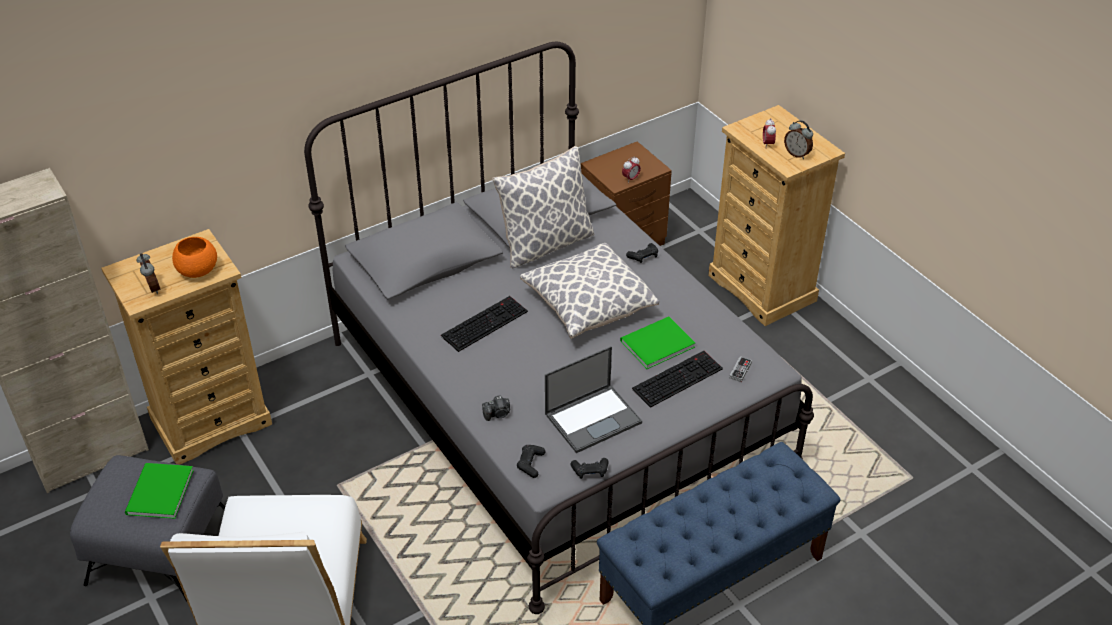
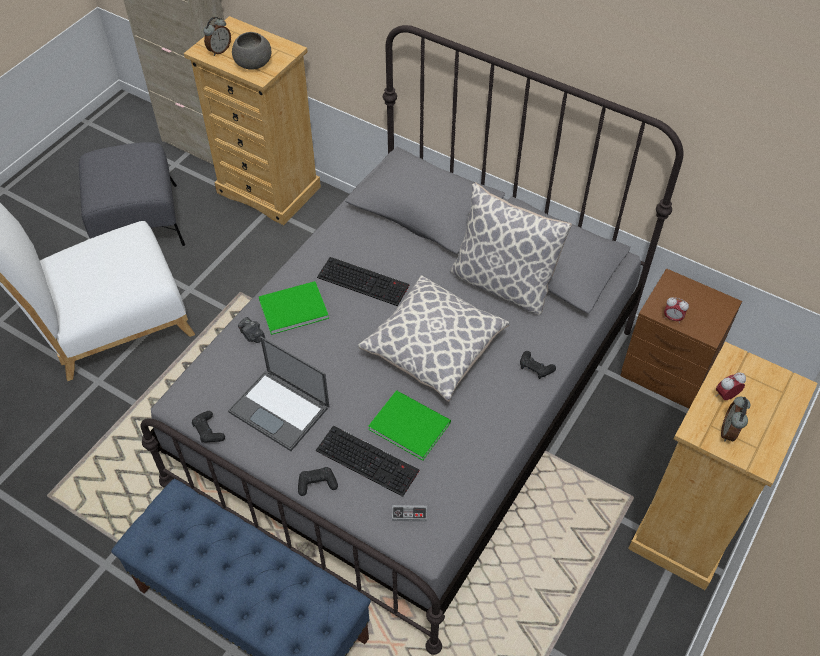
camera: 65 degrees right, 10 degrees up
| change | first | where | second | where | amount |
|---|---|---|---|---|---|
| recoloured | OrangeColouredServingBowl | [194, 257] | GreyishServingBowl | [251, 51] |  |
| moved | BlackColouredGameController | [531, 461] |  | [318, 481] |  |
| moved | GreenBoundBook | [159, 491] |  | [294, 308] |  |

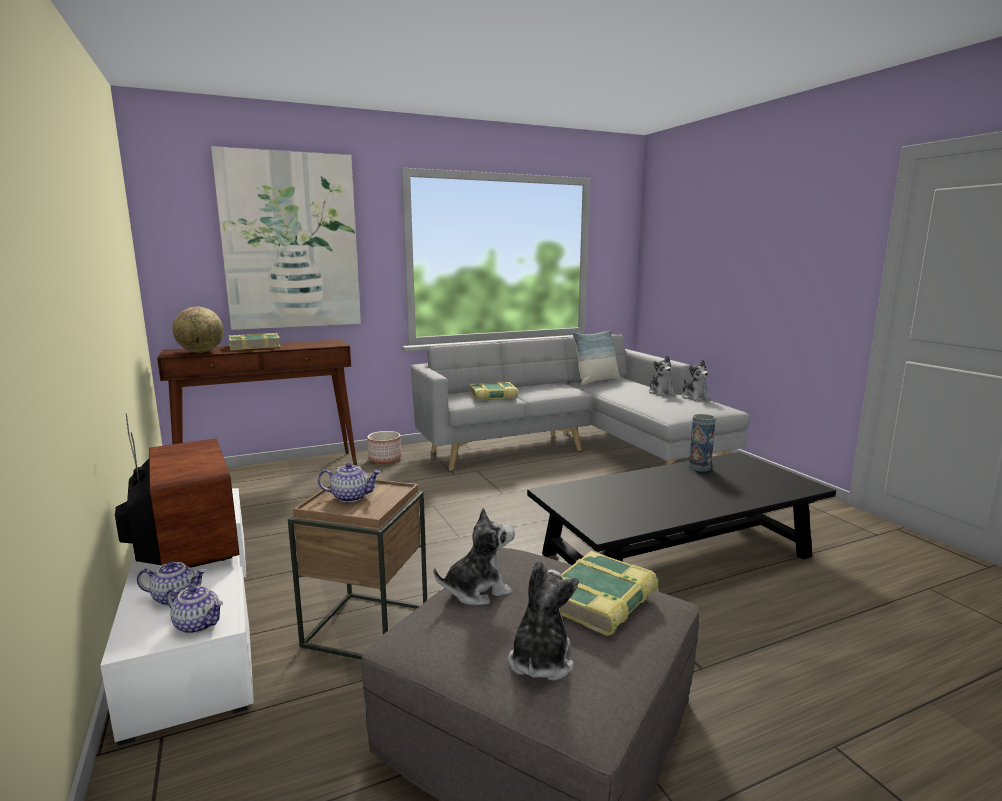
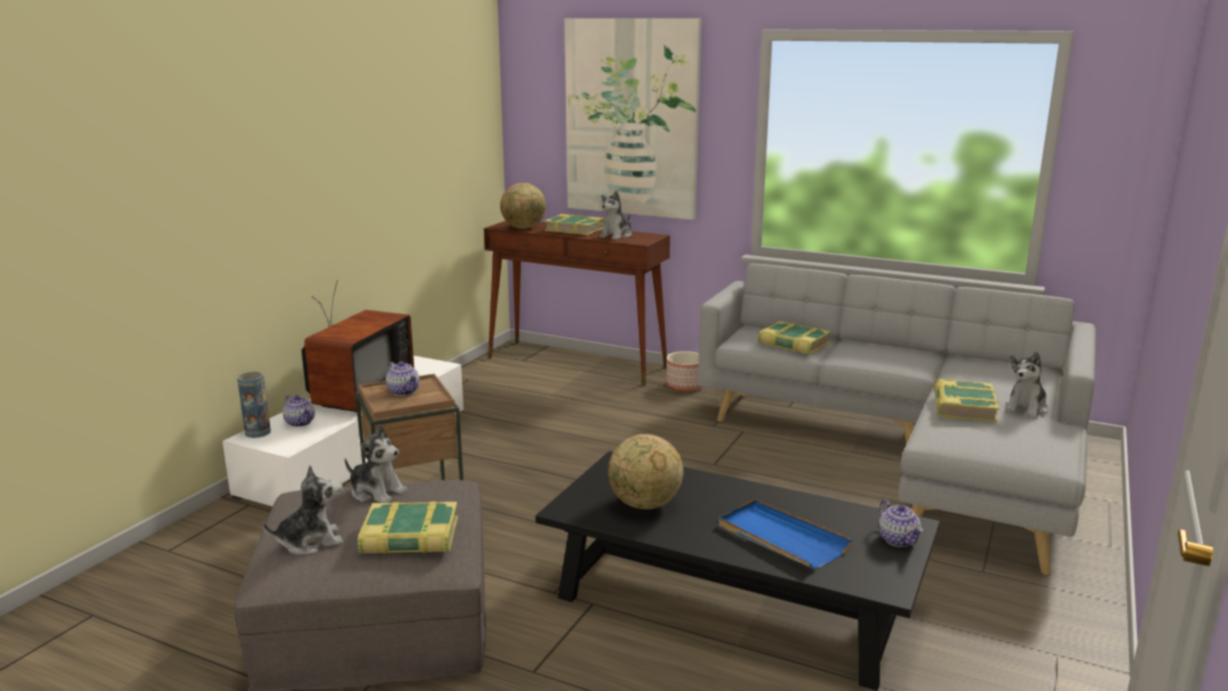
camera: 50 degrees right, 5 degrees up
| change | first | where | second | where | amount |
|---|---|---|---|---|---|
| removed | ThrowPillow | [596, 357] |  |  |  |
| moved | SoftToy | [696, 381] |  | [615, 215] |  |
| moved | FlowerVase | [702, 443] |  | [254, 404] |  |
| moved | TeaPot | [194, 610] |  | [901, 523] |  |
| added |  |  | BoundBook | [966, 400] |  |
| added |  |  | WorldGlobe | [645, 471] |  |
| added |  |  | BluishServingTray | [785, 533] |  |

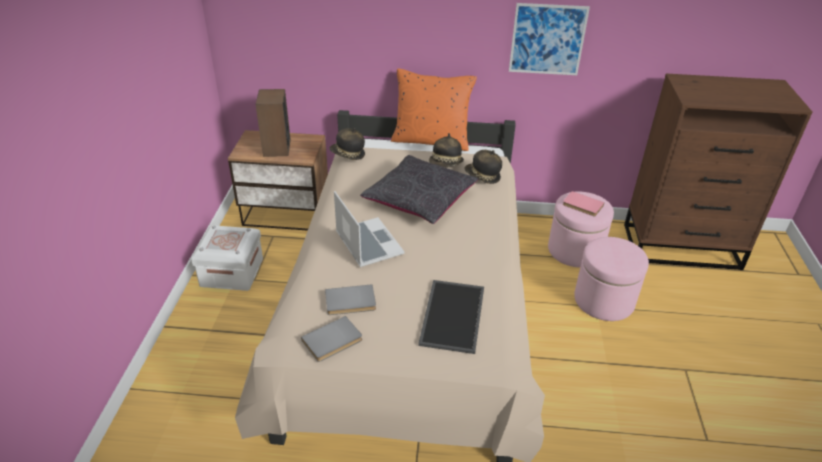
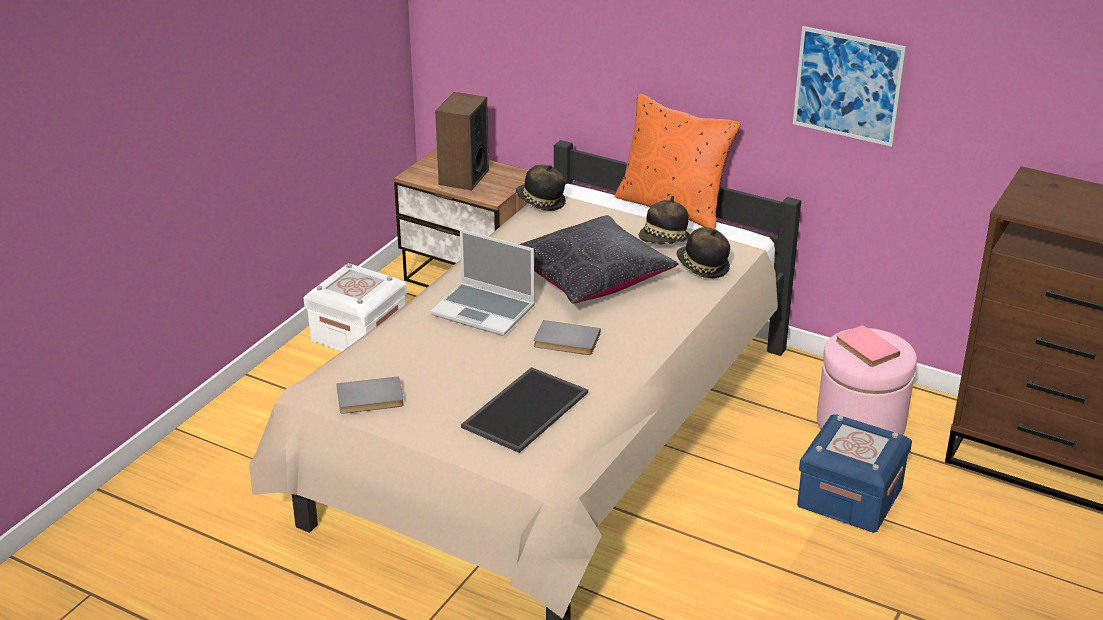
camera: 25 degrees right, 5 degrees down
| change | first | where | second | where | amount |
|---|---|---|---|---|---|
| turned | NotebookComputer | [369, 229] |  | [482, 282] | 120 degrees clockwise |
| replaced | PinkPouffe | [611, 279] | BluishStorageContainer | [854, 474] |  |
| moved | GreyishBoundBook | [350, 299] |  | [567, 337] |  |

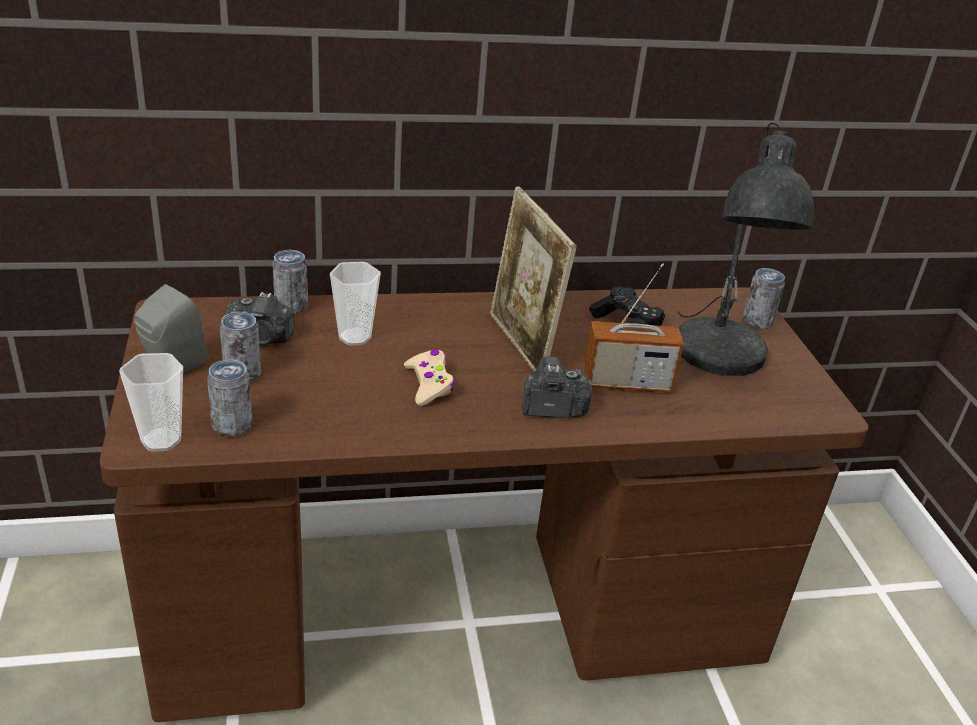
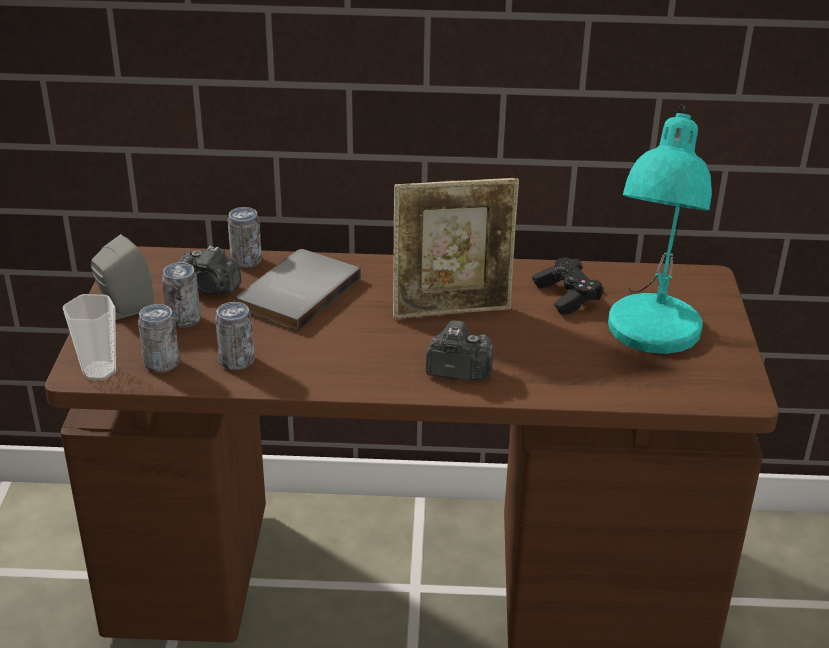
camera: 15 degrees right, 0 degrees up
| change | first | where | second | where | amount |
|---|---|---|---|---|---|
| recoloured | GreyishLampForATable | [746, 249] | TurquoiseColouredLampForATable | [660, 229] |  |
| turned | PhotoFrame | [533, 278] |  | [456, 248] | 90 degrees counterclockwise |
| replaced | SmallCup | [355, 304] | GreyishBoundBook | [298, 290] |  |
| removed | RadioSet | [634, 328] |  |  |  |
| moved | MetalCan | [763, 299] |  | [234, 336] |  |
| removed | BeigeColouredGameController | [429, 377] |  |  |  |

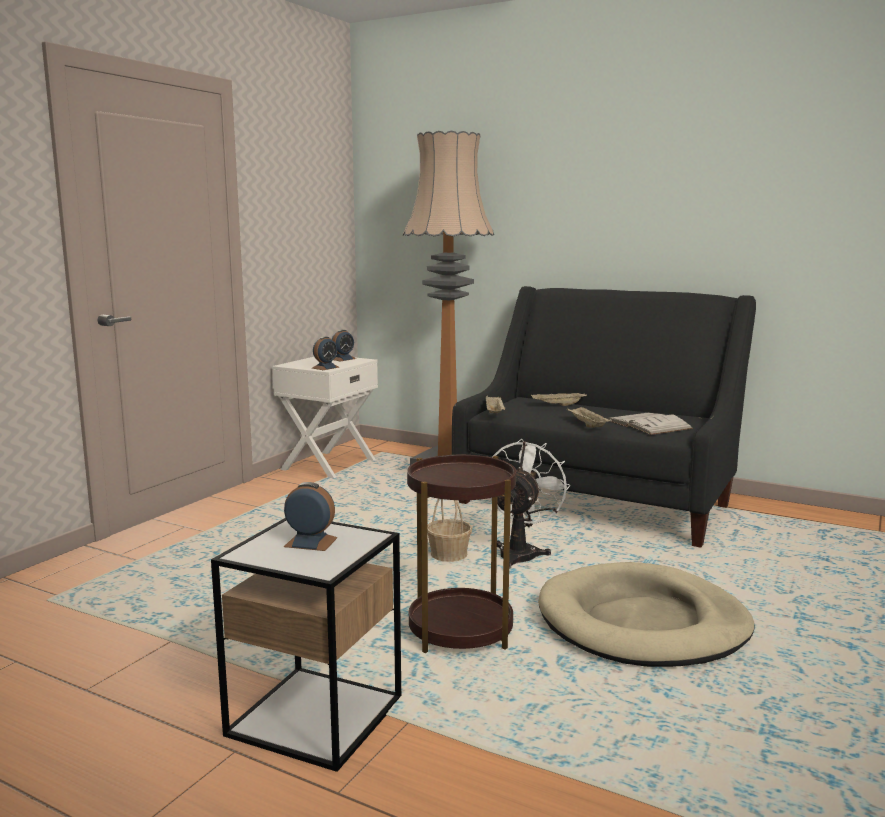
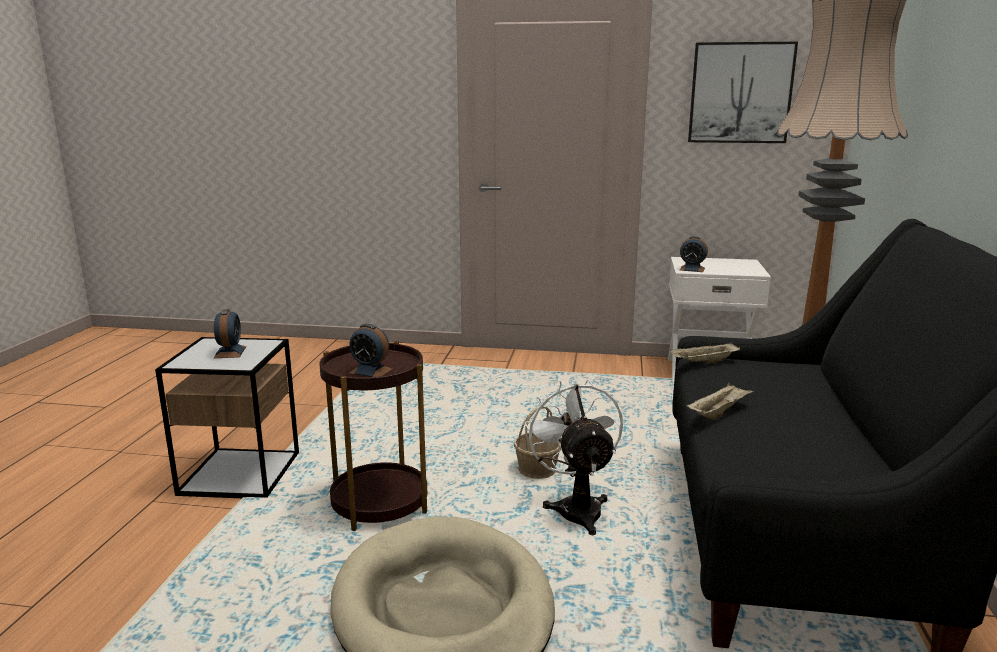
camera: 70 degrees right, 5 degrees up
| change | first | where | second | where | amount |
|---|---|---|---|---|---|
| moved | AlarmClock | [344, 345] |  | [371, 350] |  |
| removed | BeigeColouredServingTray | [559, 399] |  |  |  |
| removed | WhiteBoundBook | [650, 424] |  |  |  |
| turned | WhiteFan | [530, 504] |  | [574, 457] | 105 degrees counterclockwise |
| added |  |  | WallPicture | [743, 92] |  |

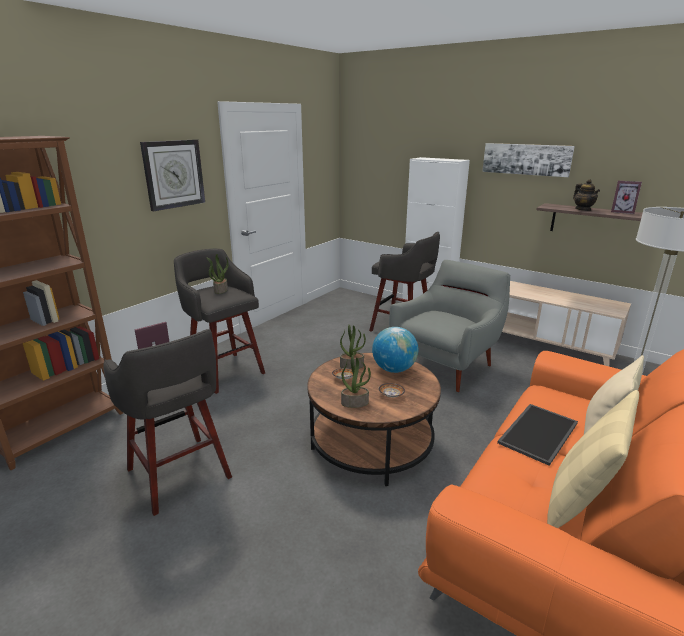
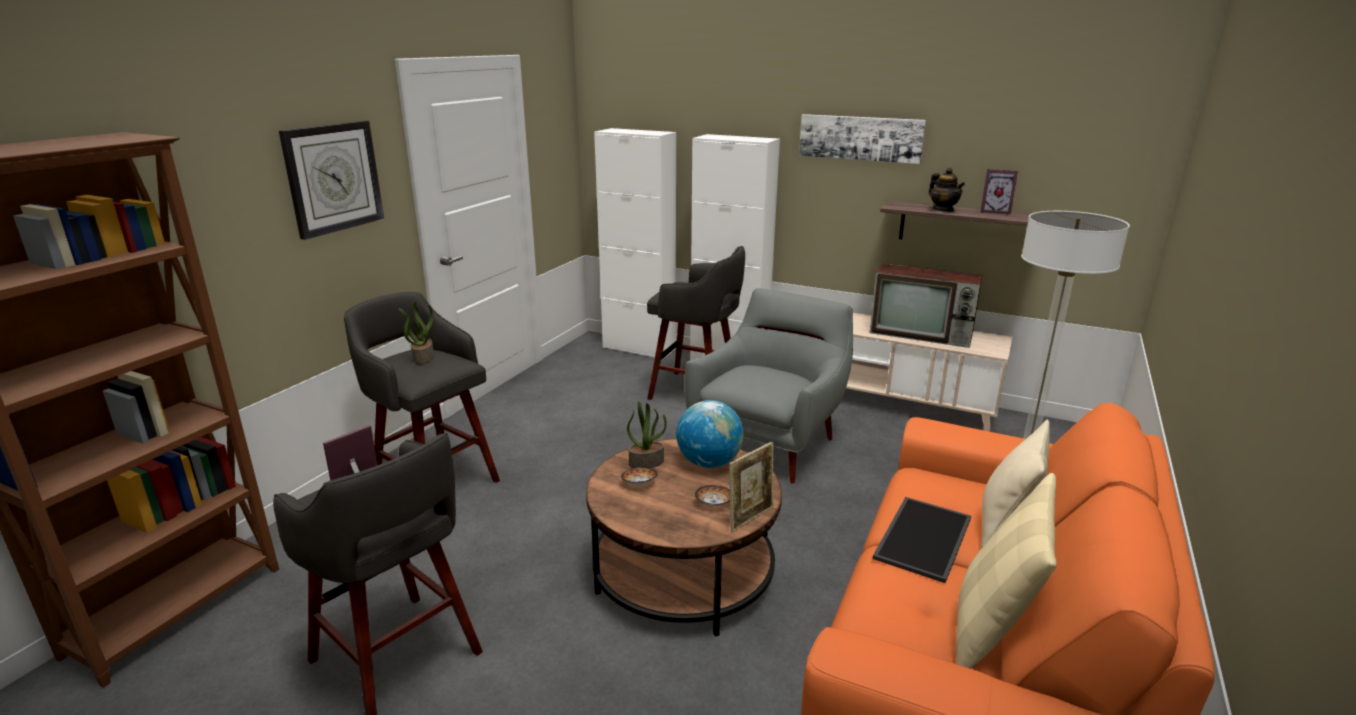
camera: 10 degrees left, 0 degrees up
| change | first | where | second | where | amount |
|---|---|---|---|---|---|
| removed | PottedPlant | [356, 381] |  |  |  |
| added |  |  | WhiteCabinet | [635, 244] |  |
| added |  |  | Television | [926, 306] |  |
| added |  |  | PhotoFrame | [751, 487] |  |

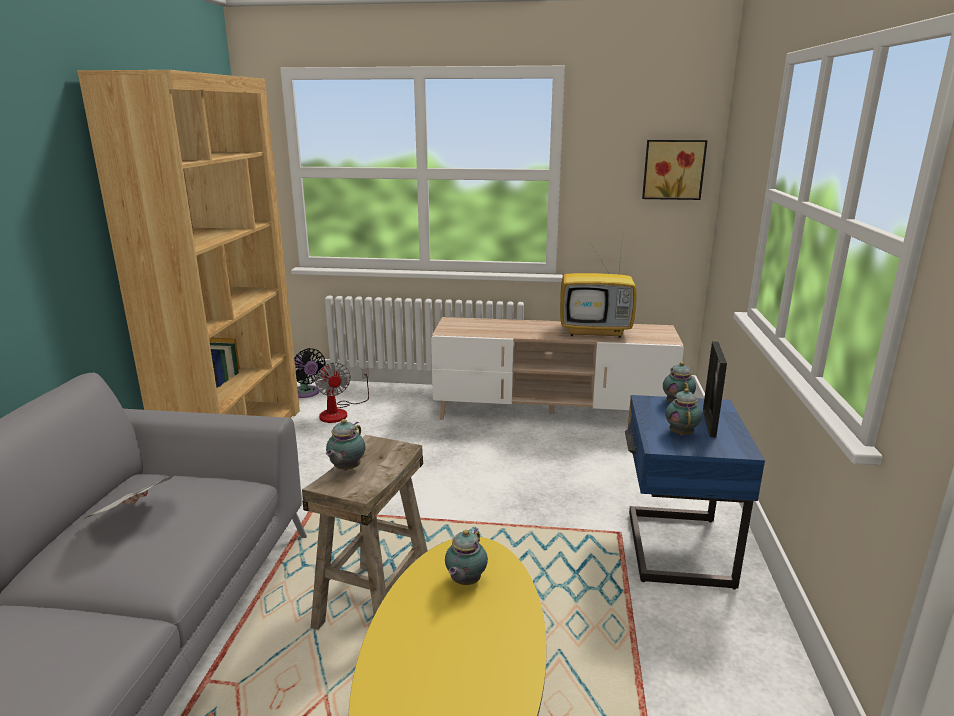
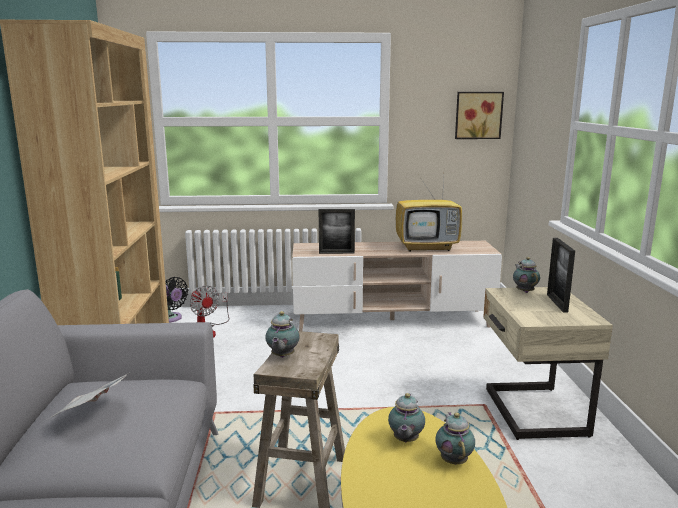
camera: 10 degrees left, 5 degrees down
| change | first | where | second | where | amount |
|---|---|---|---|---|---|
| moved | TeaPot | [683, 412] |  | [455, 438] |  |
| recoloured | BluishBedsideTable | [695, 492] | BeigeColouredBedsideTable | [548, 363] |  |
| added |  |  | PhotoFrame | [337, 231] |  |

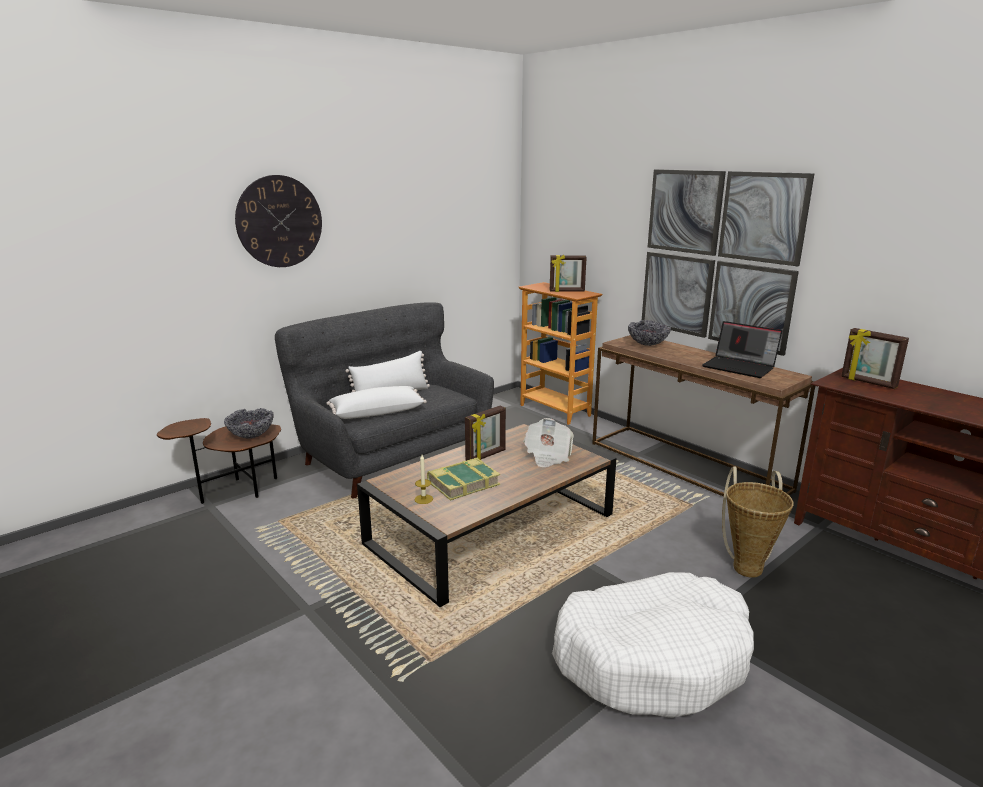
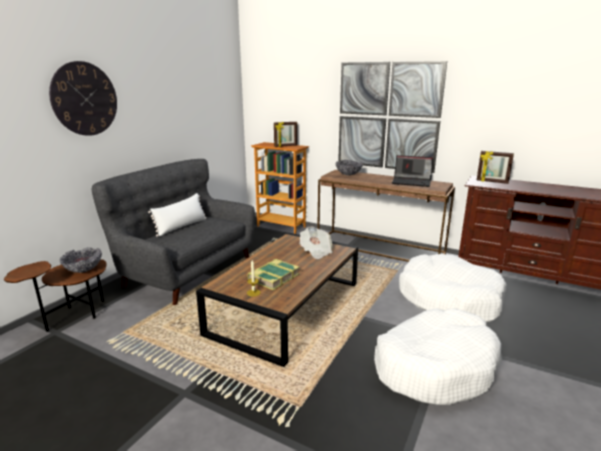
camera: 20 degrees left, 0 degrees up
| change | first | where | second | where | amount |
|---|---|---|---|---|---|
| removed | WhiteThrowPillow | [377, 402] |  |  |  |
| removed | PhotoFrame | [485, 433] |  |  |  |
| replaced | HouseholdBasket | [758, 522] | WhiteDogBed | [453, 288] |  |

